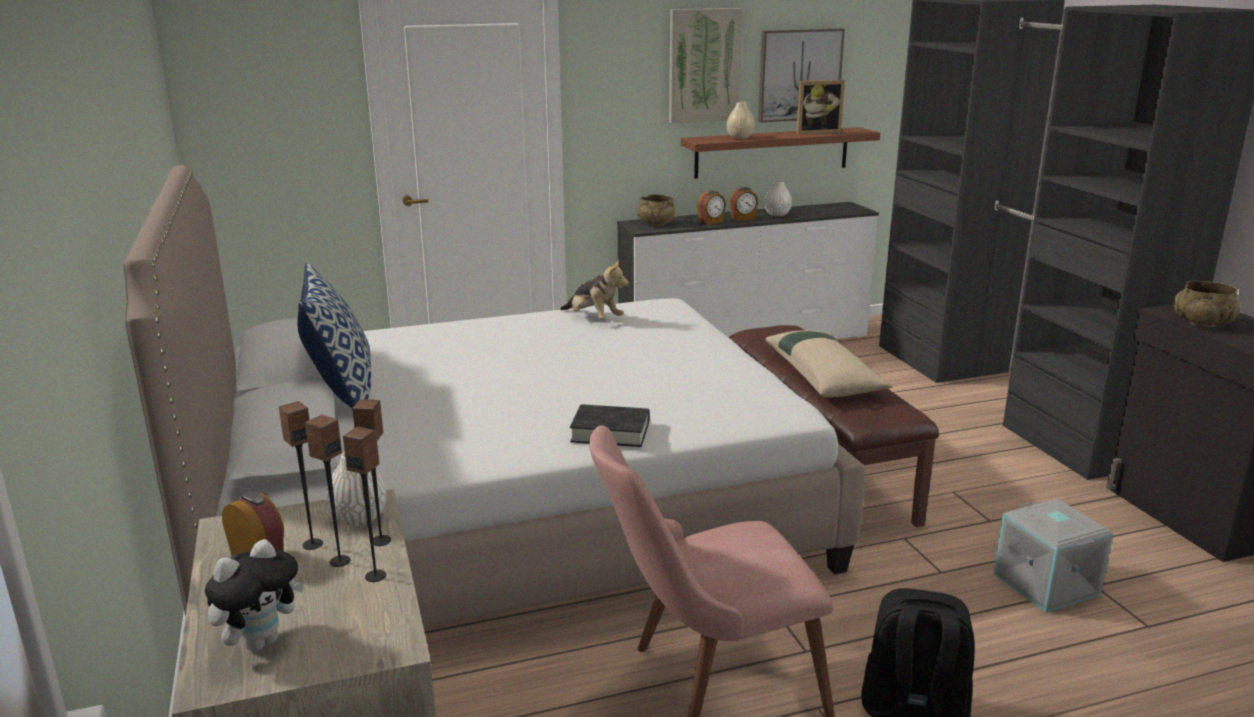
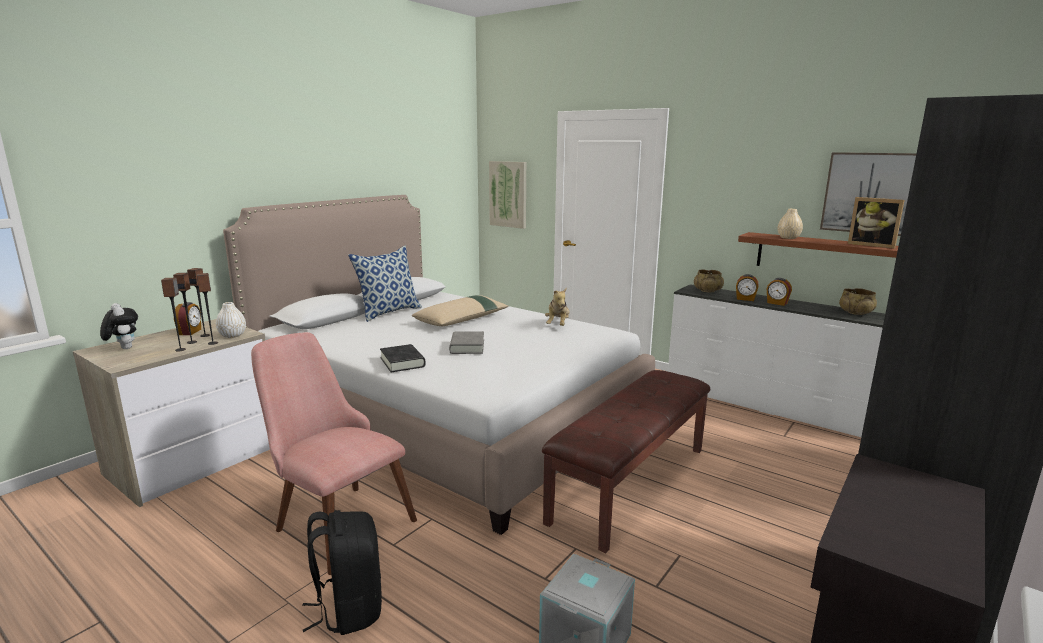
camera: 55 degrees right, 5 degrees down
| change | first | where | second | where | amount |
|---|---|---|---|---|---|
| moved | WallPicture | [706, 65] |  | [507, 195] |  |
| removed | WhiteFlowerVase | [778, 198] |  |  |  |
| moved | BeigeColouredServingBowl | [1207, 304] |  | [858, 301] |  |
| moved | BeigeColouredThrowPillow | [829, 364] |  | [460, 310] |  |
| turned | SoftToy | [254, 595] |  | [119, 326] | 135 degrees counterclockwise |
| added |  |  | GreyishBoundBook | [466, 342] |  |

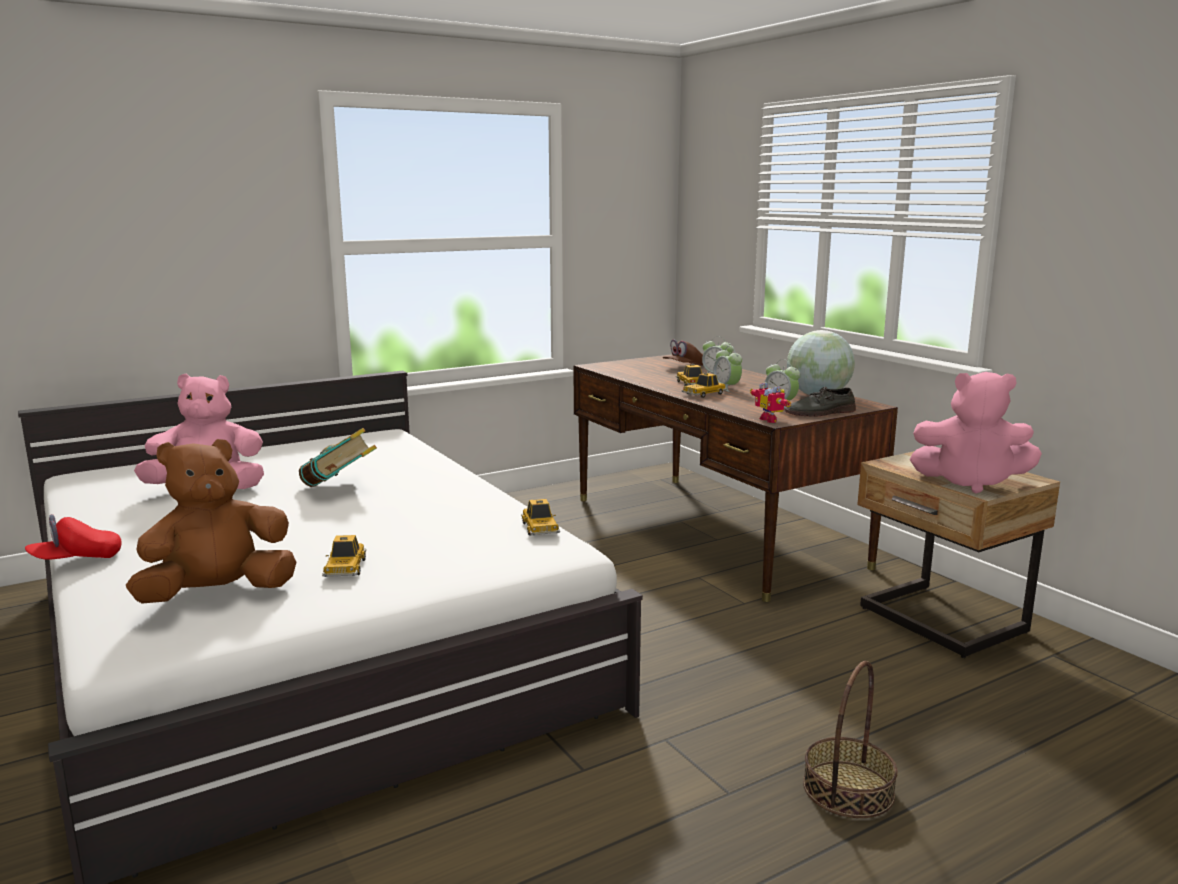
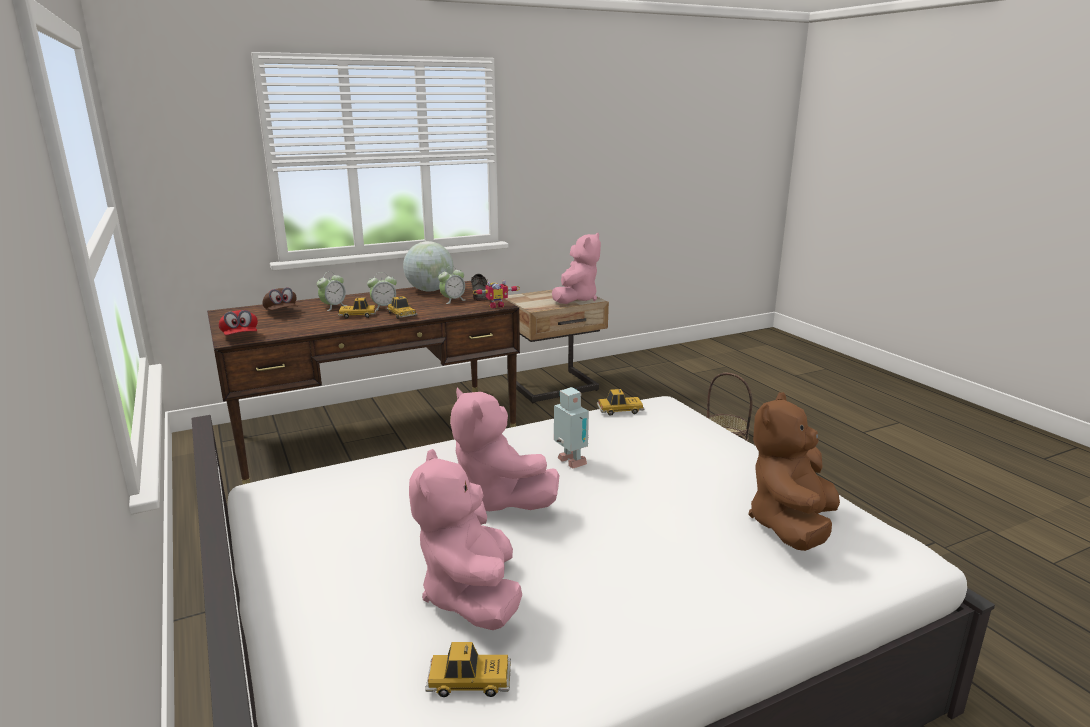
camera: 85 degrees left, 5 degrees up
| change | first | where | second | where | amount |
|---|---|---|---|---|---|
| replaced | BoundBook | [338, 457] | PinkSoftToy | [505, 449] |  |
| turned | BrownColouredSoftToy | [211, 521] |  | [794, 471] | 60 degrees clockwise |
| moved | ReddishBaseballCap | [73, 537] |  | [238, 322] |  |
| moved | ModelCar | [344, 556] |  | [468, 669] |  |
| added |  |  | ToyRobot | [571, 427] |  |

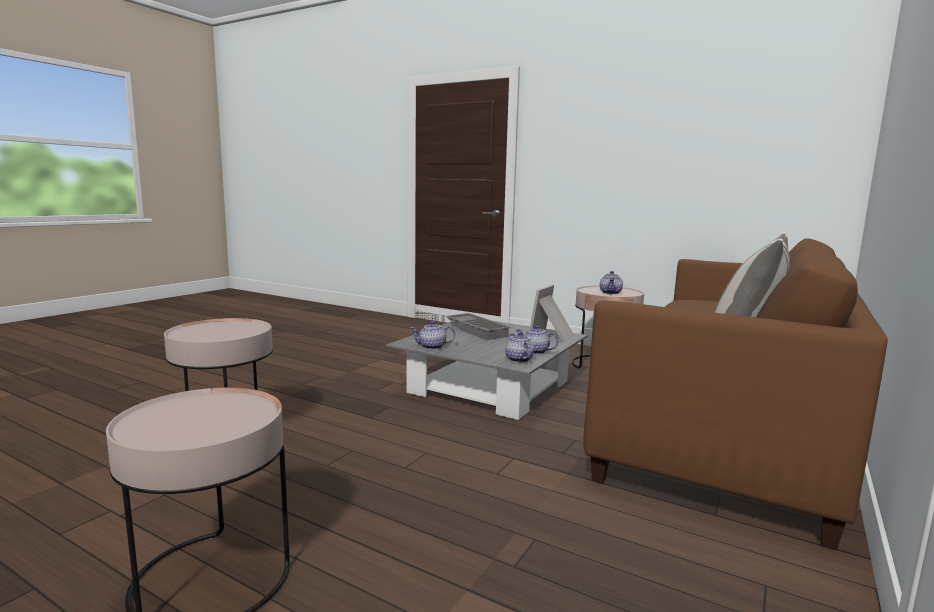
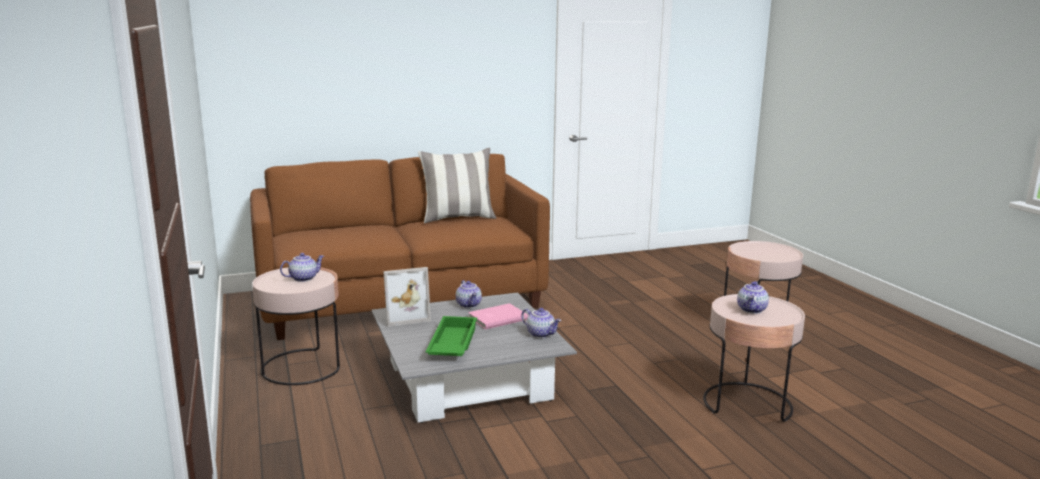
camera: 140 degrees left, 5 degrees up
| change | first | where | second | where | amount |
|---|---|---|---|---|---|
| recoloured | GreyishServingTray | [478, 326] | GreenServingTray | [451, 336] |  |
| moved | TeaPot | [519, 347] |  | [753, 297] |  |
| added |  |  | PinkBoundBook | [498, 316] |  |

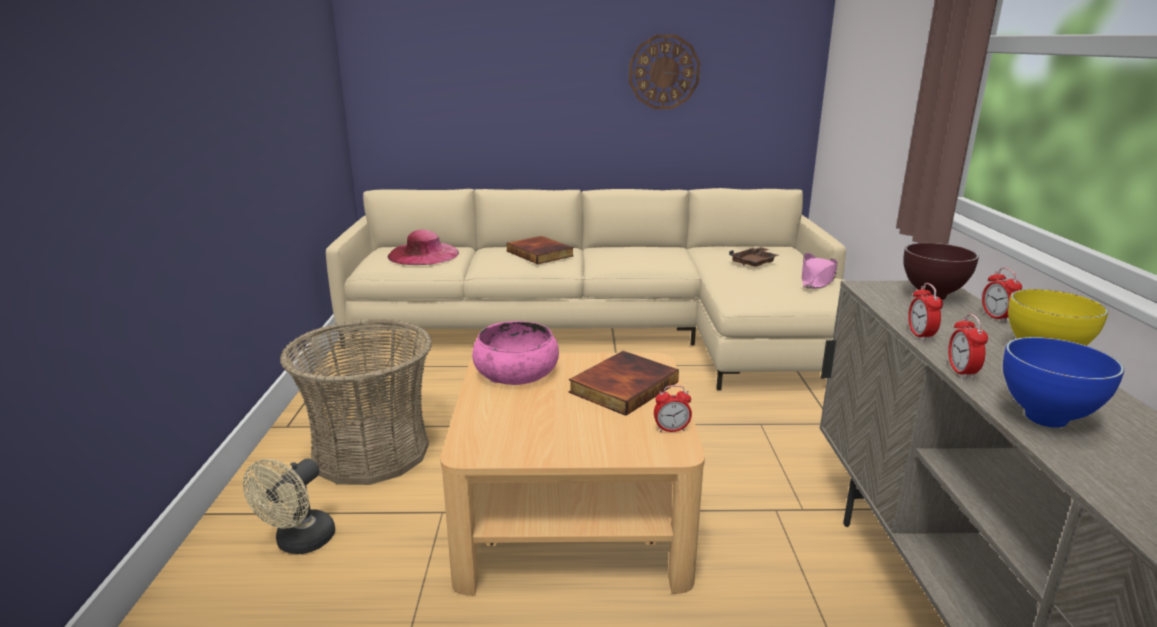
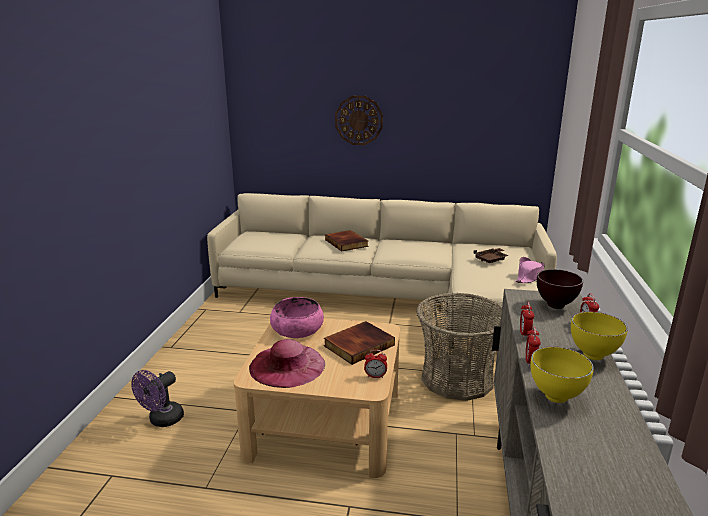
camera: 10 degrees right, 0 degrees up
| change | first | where | second | where | amount |
|---|---|---|---|---|---|
| moved | ClockOnTheWall | [664, 71] |  | [359, 120] |  |
| moved | PinkClothingHat | [423, 247] |  | [287, 363] |  |
| moved | HouseholdBasket | [356, 402] |  | [459, 347] |  |
| recoloured | BluishServingBowl | [1063, 382] | YellowColouredServingBowl | [562, 374] |  |
| recoloured | BeigeColouredFan | [289, 506] | PurplishFan | [157, 398] |  |

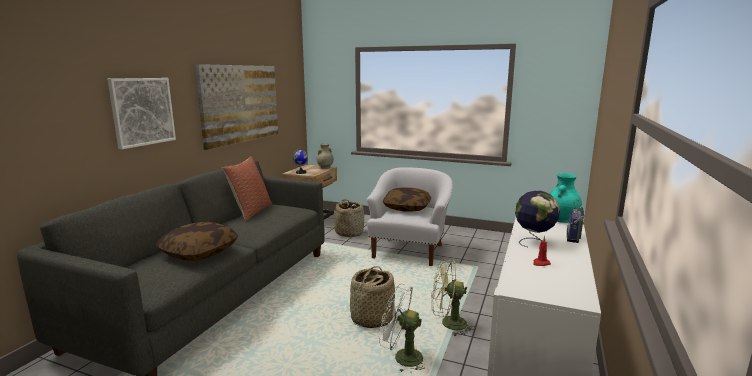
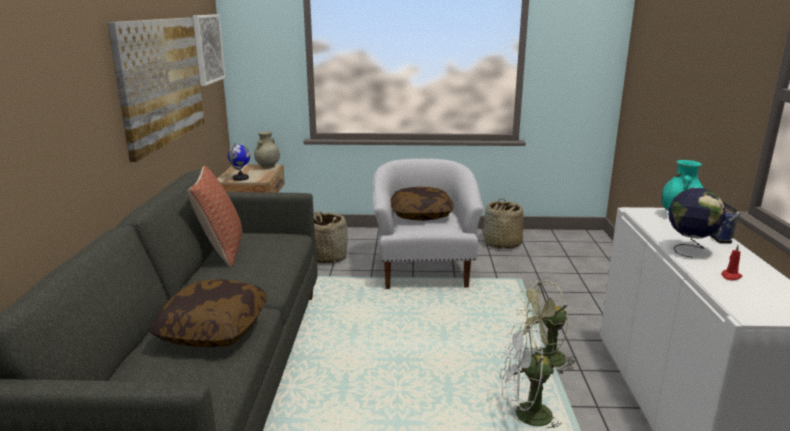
camera: 20 degrees left, 5 degrees up
| change | first | where | second | where | amount |
|---|---|---|---|---|---|
| moved | WallPicture | [141, 113] |  | [209, 50] |  |
| moved | HouseholdBasket | [372, 297] |  | [503, 223] |  |

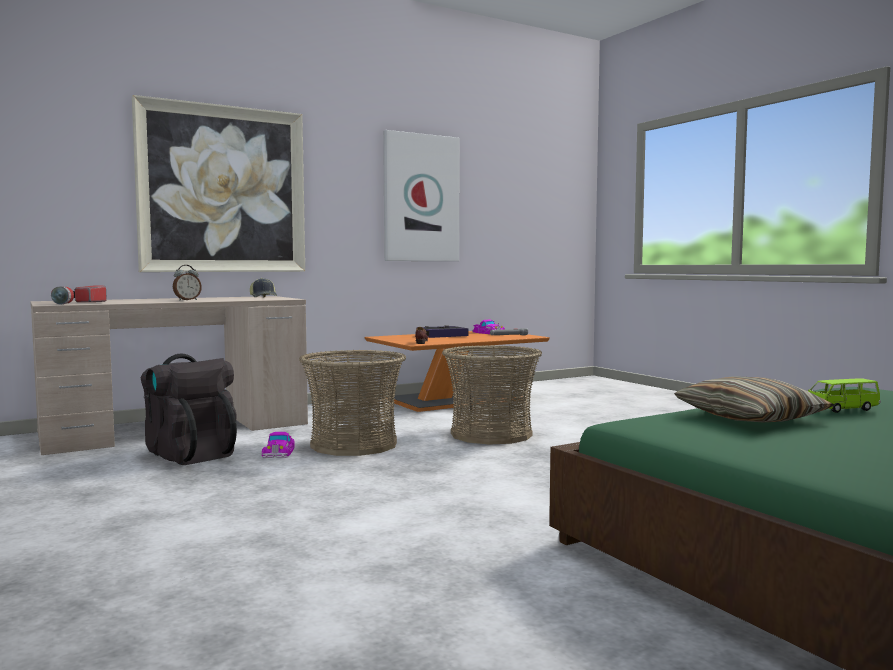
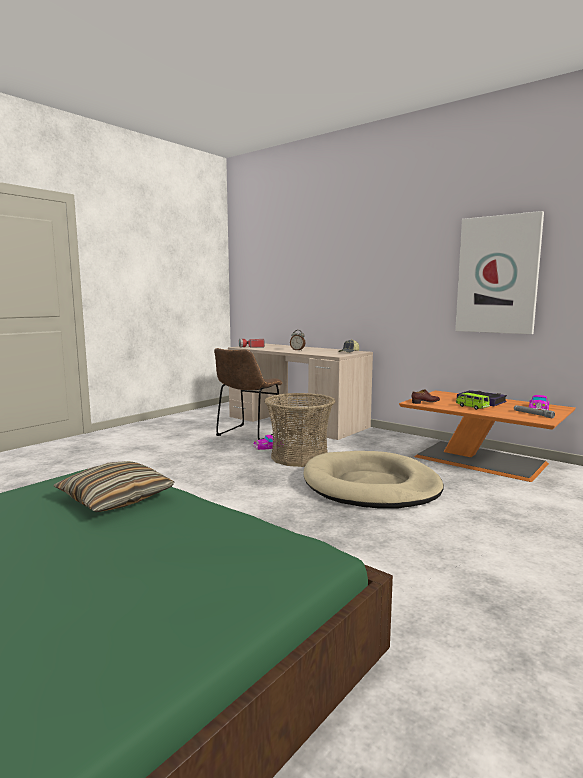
camera: 70 degrees right, 5 degrees up
| change | first | where | second | where | amount |
|---|---|---|---|---|---|
| removed | WallPicture | [218, 183] |  |  |  |
| replaced | HouseholdBasket | [492, 395] | BeigeColouredDogBed | [374, 479] |  |
| replaced | BlackColouredRucksack | [189, 409] | BrownColouredChair | [248, 394] |  |
| moved | GreenModelCar | [844, 395] |  | [473, 401] |  |

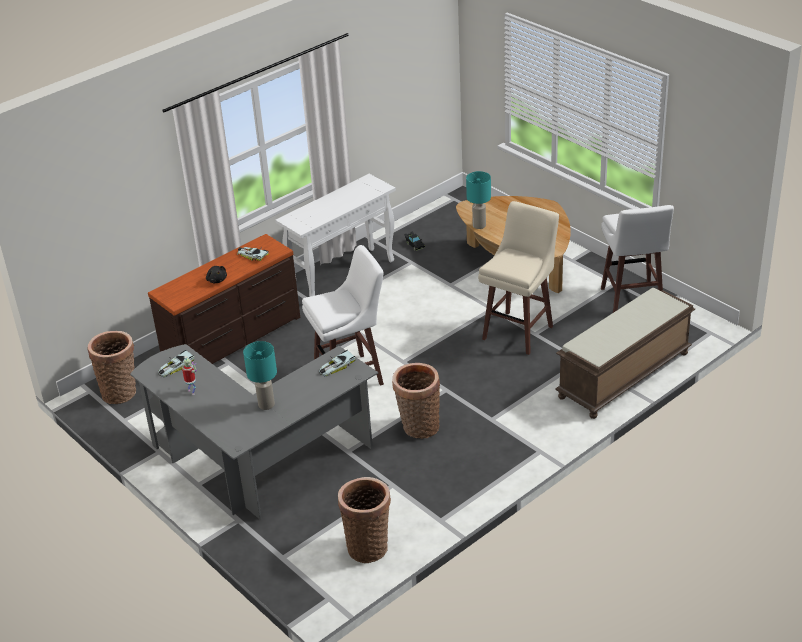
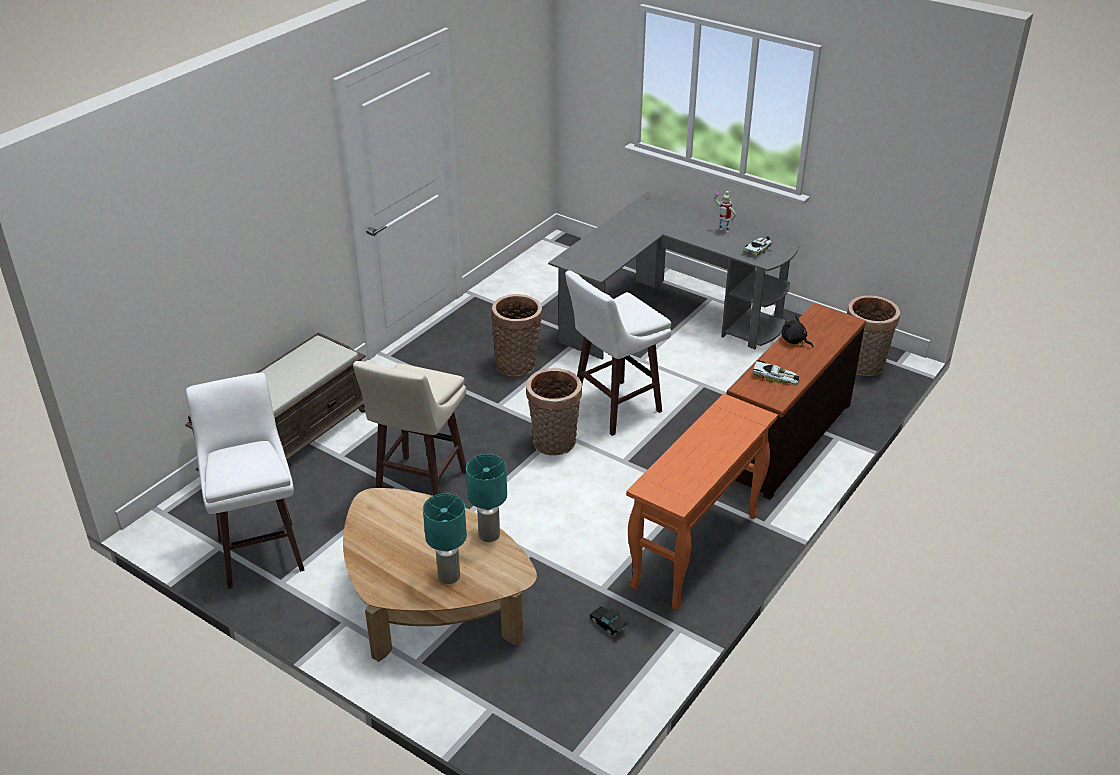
camera: 165 degrees right, 0 degrees up
| change | first | where | second | where | amount |
|---|---|---|---|---|---|
| recoloured | WhiteConsoleTable | [335, 235] | OrangeColouredConsoleTable | [702, 501] |  |
| moved | TurquoiseColouredLampForATable | [260, 375] |  | [445, 539] |  |
| removed | ModelCar | [337, 363] |  |  |  |
| moved | HouseholdBasket | [364, 520] |  | [554, 412] |  |

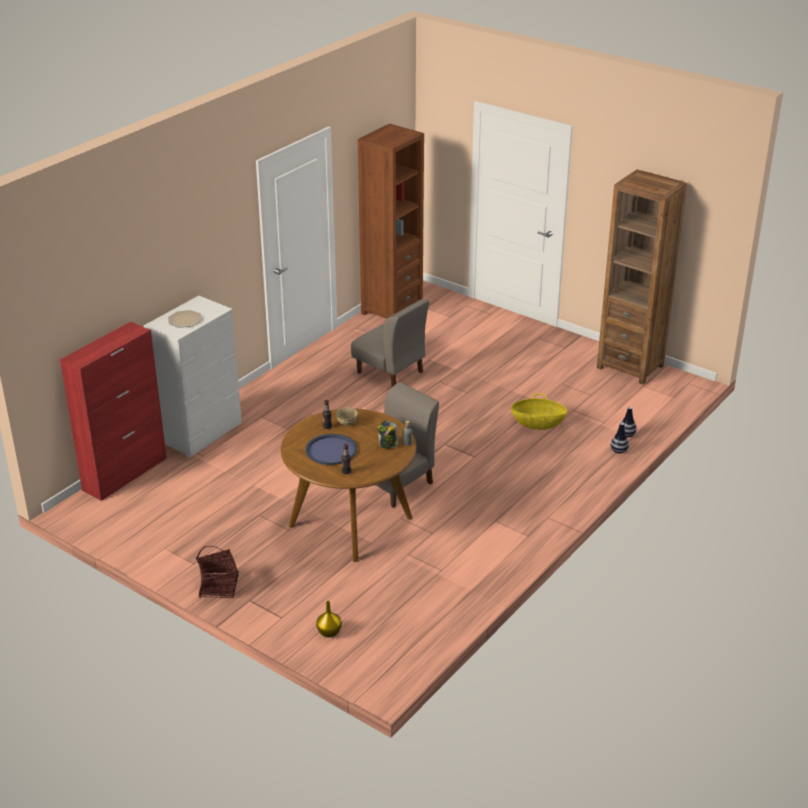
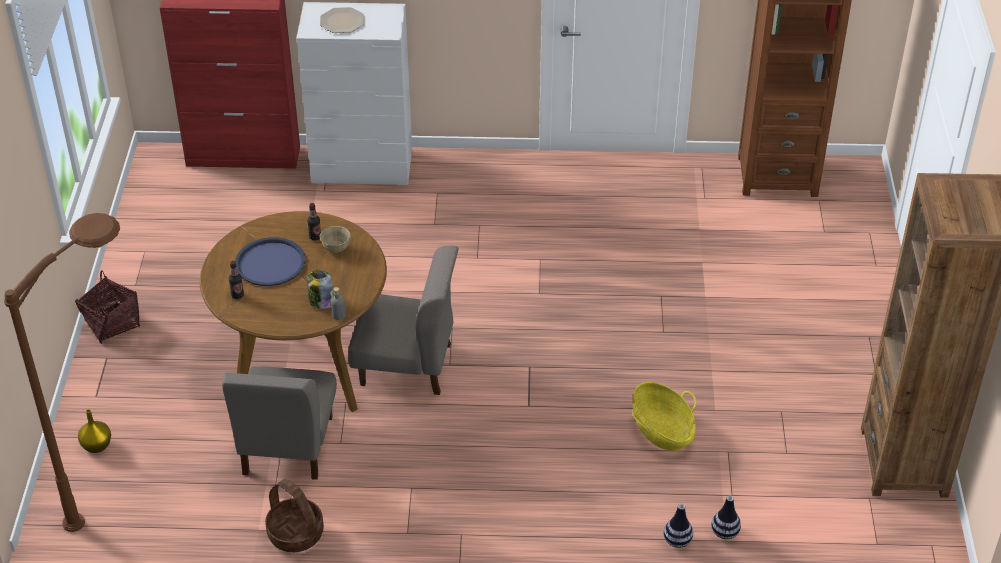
camera: 55 degrees right, 10 degrees up
| change | first | where | second | where | amount |
|---|---|---|---|---|---|
| moved | GreyishChair | [390, 343] |  | [279, 423] |  |
| added |  |  | BrownColouredFloorLamp | [62, 372] |  |
| added |  |  | HouseholdBasket | [294, 515] |  |

